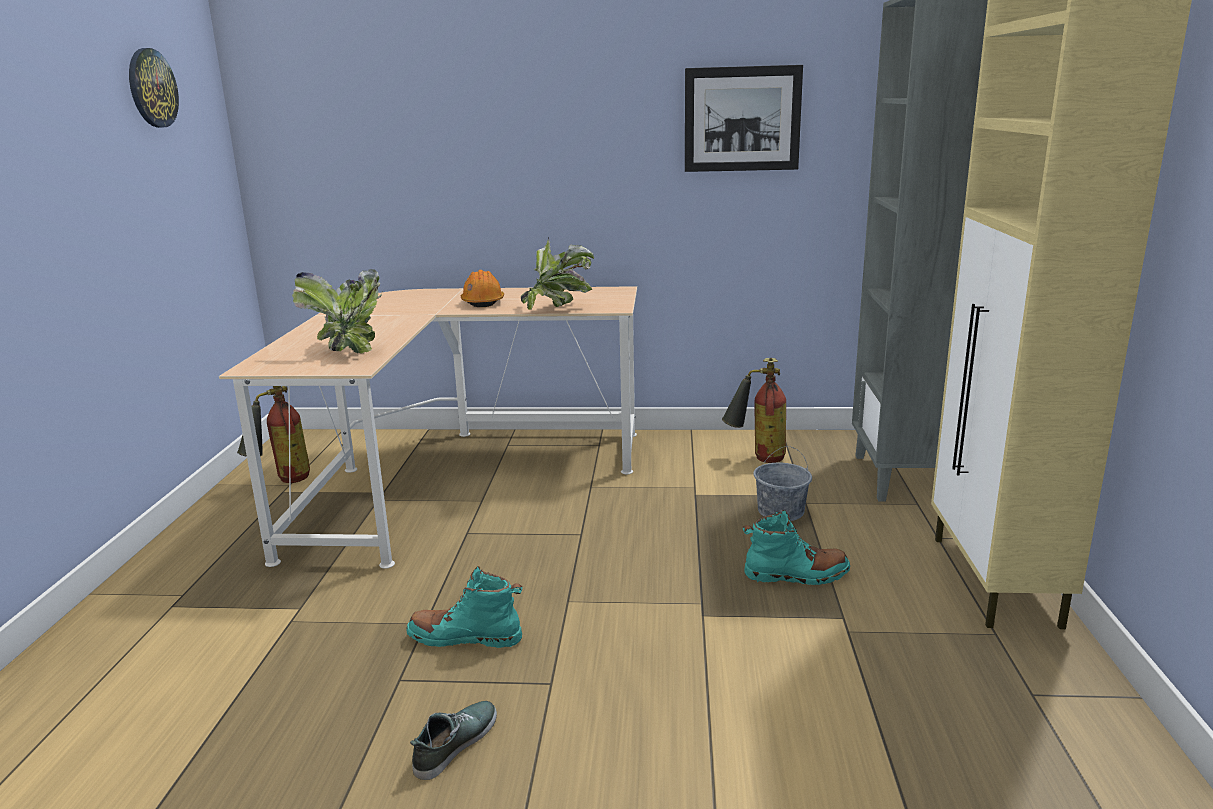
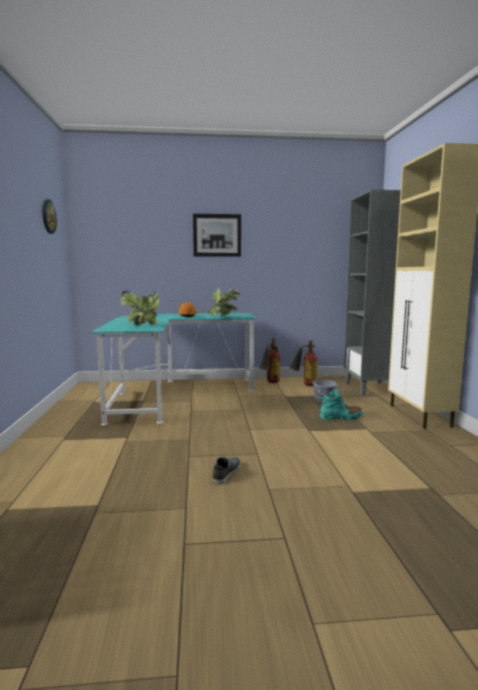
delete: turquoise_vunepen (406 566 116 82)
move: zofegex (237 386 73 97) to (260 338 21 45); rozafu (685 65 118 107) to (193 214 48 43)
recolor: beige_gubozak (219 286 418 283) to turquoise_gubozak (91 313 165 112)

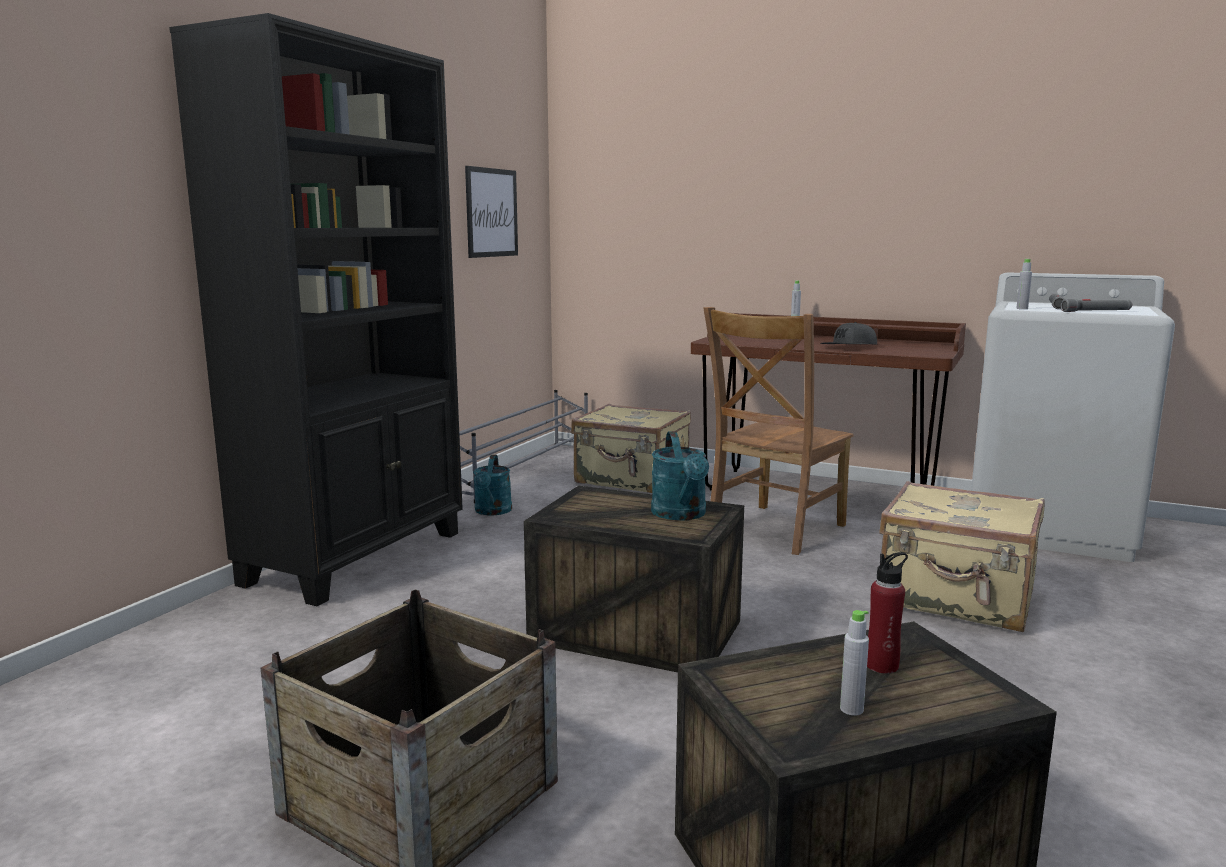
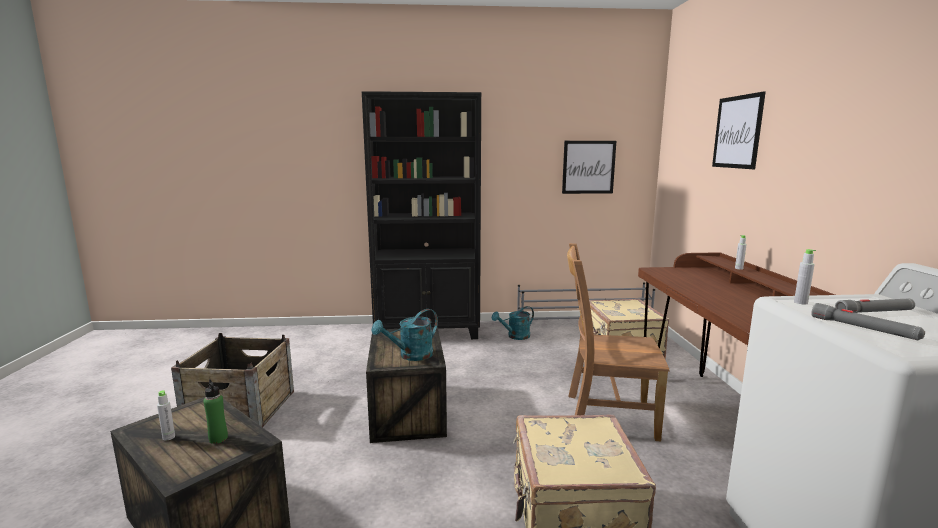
delete: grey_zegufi (820 322 57 23)
insert: rozafu (712 92 54 77)
recolor: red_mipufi (867 552 41 122) to green_mipufi (203 379 25 65)

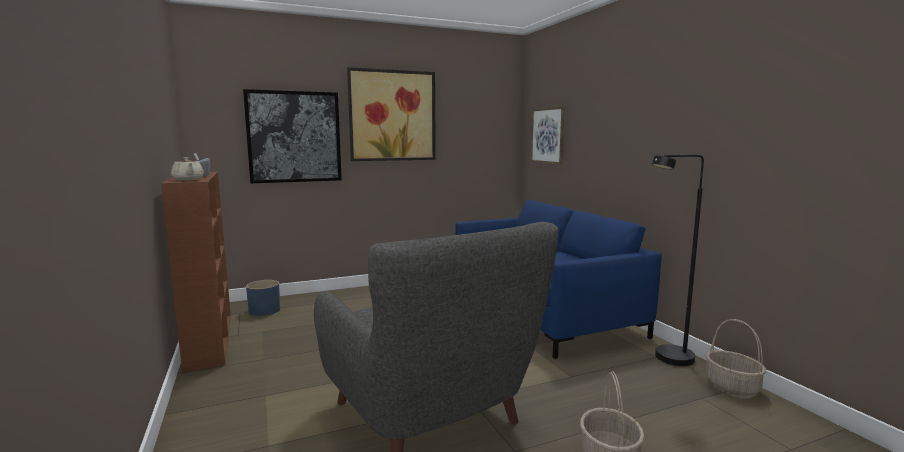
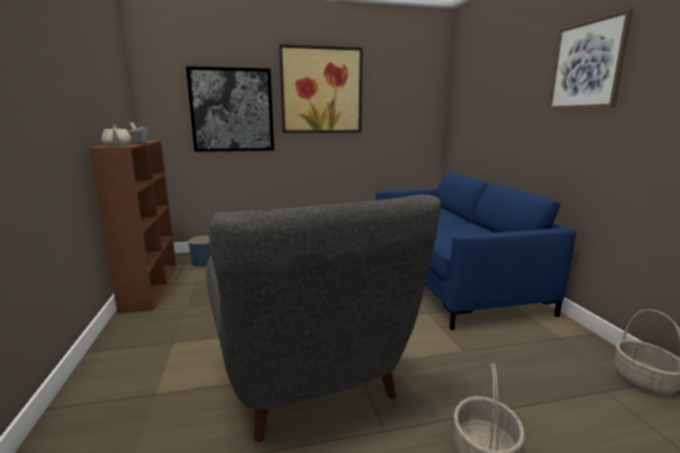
delete: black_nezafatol (651 155 53 211)
move: rozafu (530 106 35 58) to (548 9 85 100)

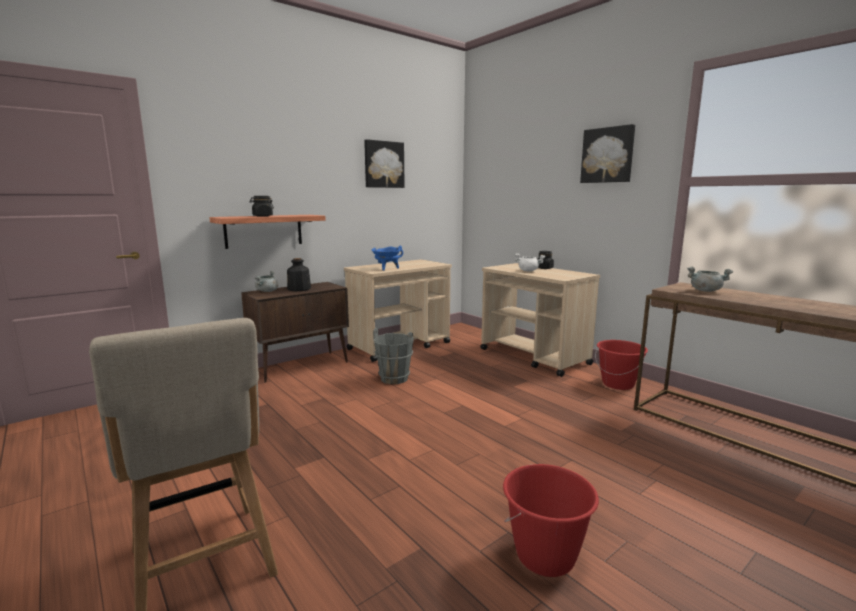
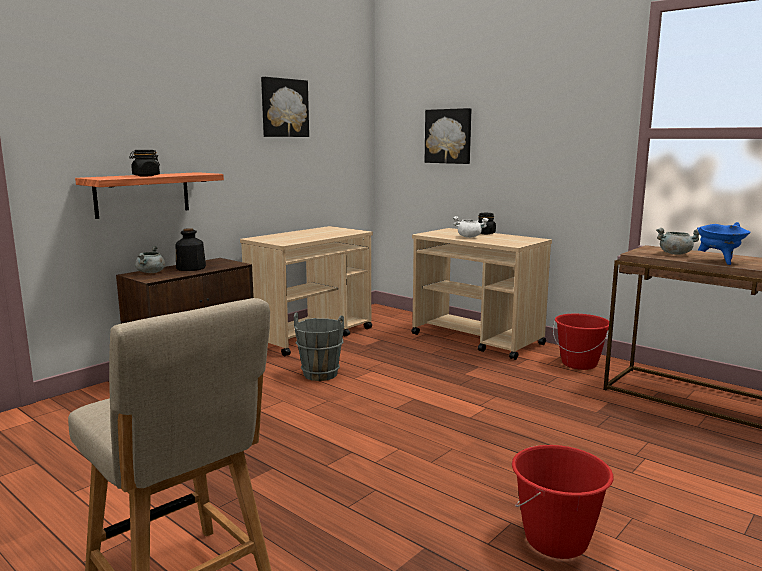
move: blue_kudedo (372 246 31 25) to (697 222 53 43); rozafu (580 124 55 59) to (425 108 47 56)

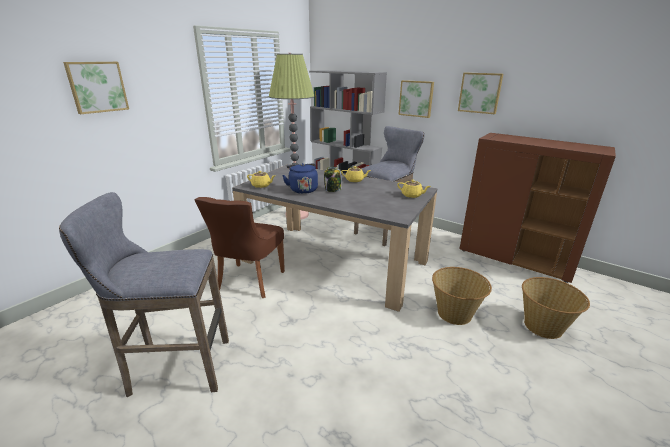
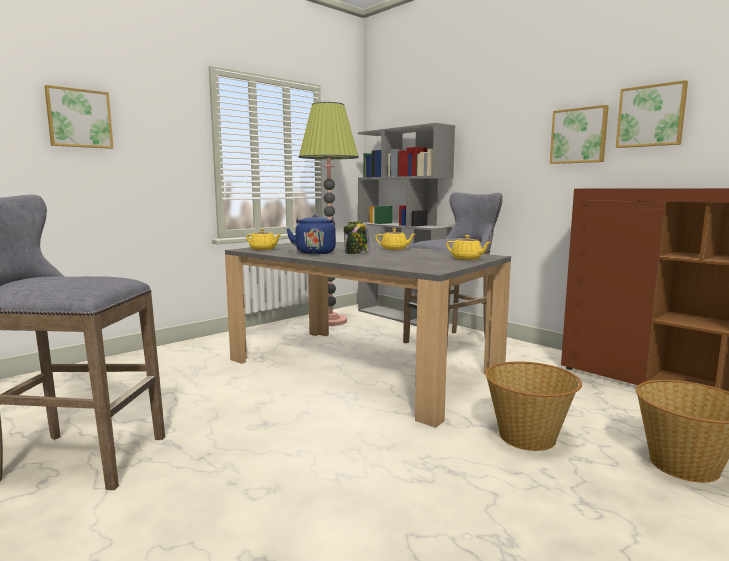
delete: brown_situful (195 197 90 101)
move: rozafu (398 80 36 38) to (616 80 72 68)

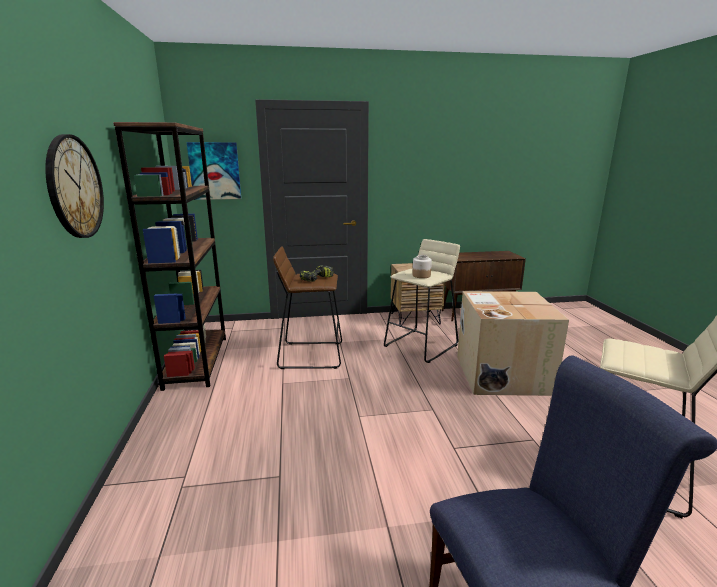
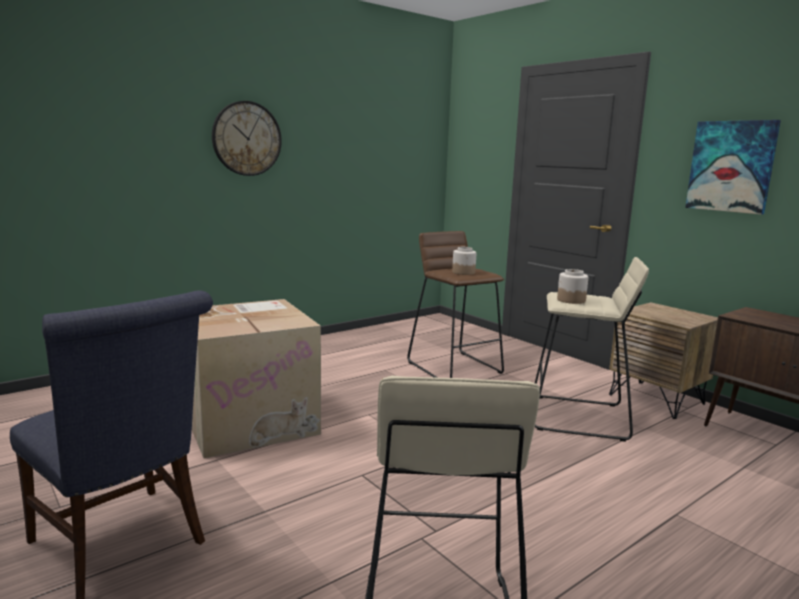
delete: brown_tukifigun (113 122 113 269)
move: rozafu (187 142 54 58) to (685 120 96 95); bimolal (457 291 112 105) to (192 299 129 159)
replace: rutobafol (300 265 33 17) to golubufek (452 247 24 28)

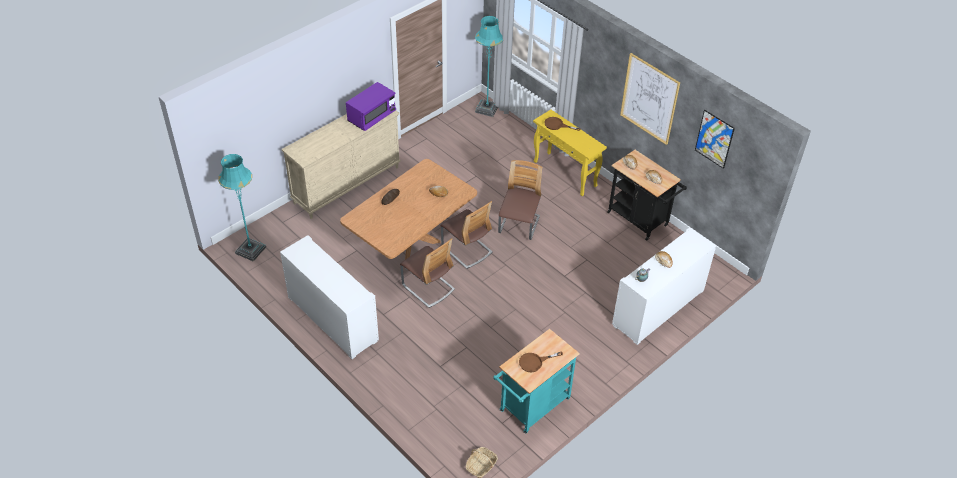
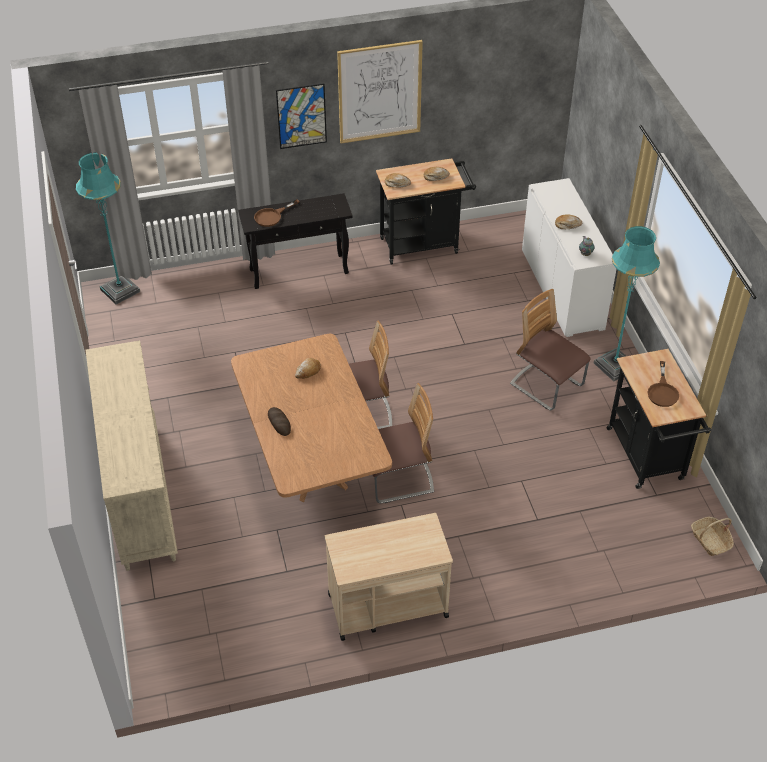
delete: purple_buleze (346 82 50 49)
move: turquoise_nezafatol (218 154 48 108) to (594 226 66 155); situful (498 160 44 80) to (510 289 81 121); rozafu (695 110 40 59) to (276 83 51 66)
replace: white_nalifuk (280 235 99 124) to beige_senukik (325 513 128 128)
recolor: turquoise_senukik (493 329 87 104) to black_senukik (606 349 105 140); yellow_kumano (533 110 74 86) to black_kumano (238 193 115 96)

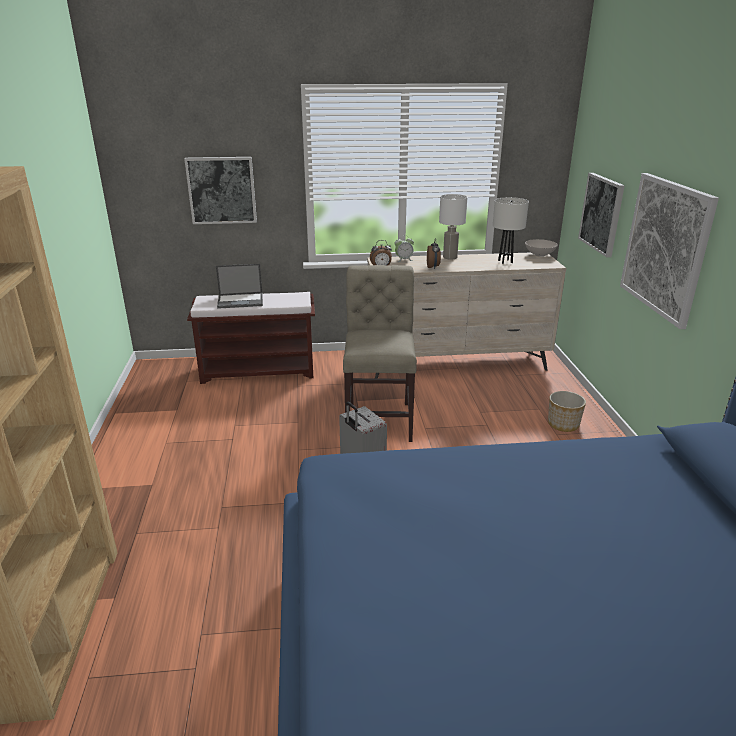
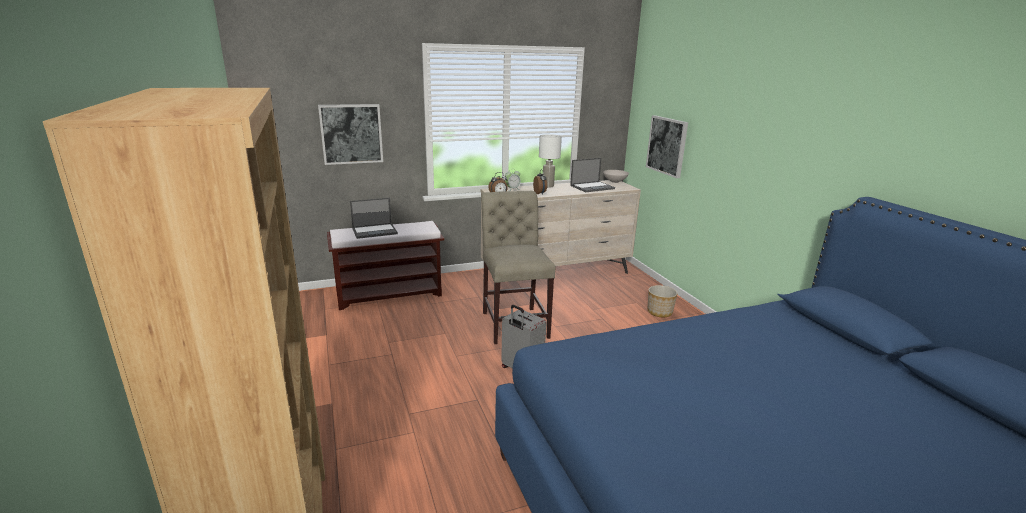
delete: rozafu (620 173 99 156)
replace: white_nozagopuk (493 197 36 67) to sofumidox (570 158 45 34)

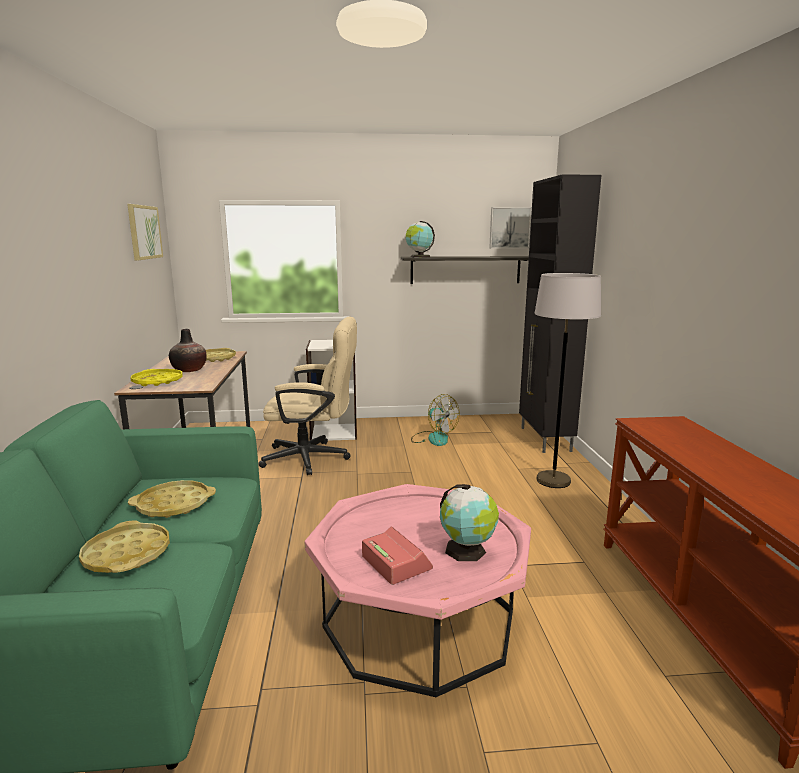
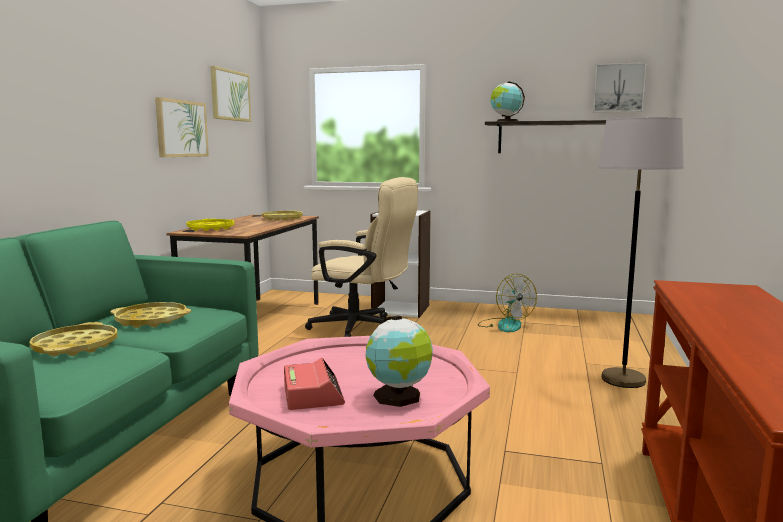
delete: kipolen (169 329 38 43); black_nalifuk (519 174 83 279)
insert: rozafu (155 97 54 60)

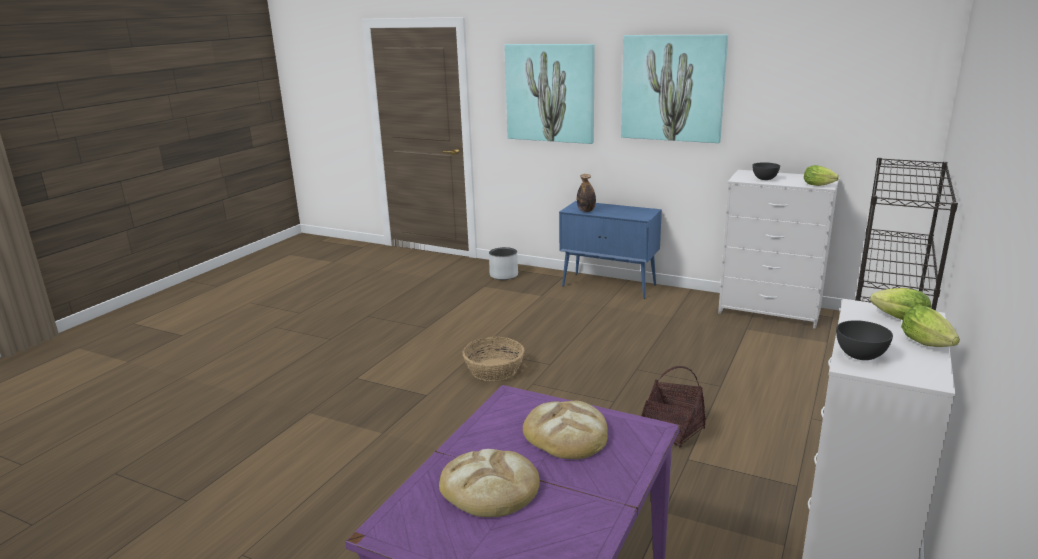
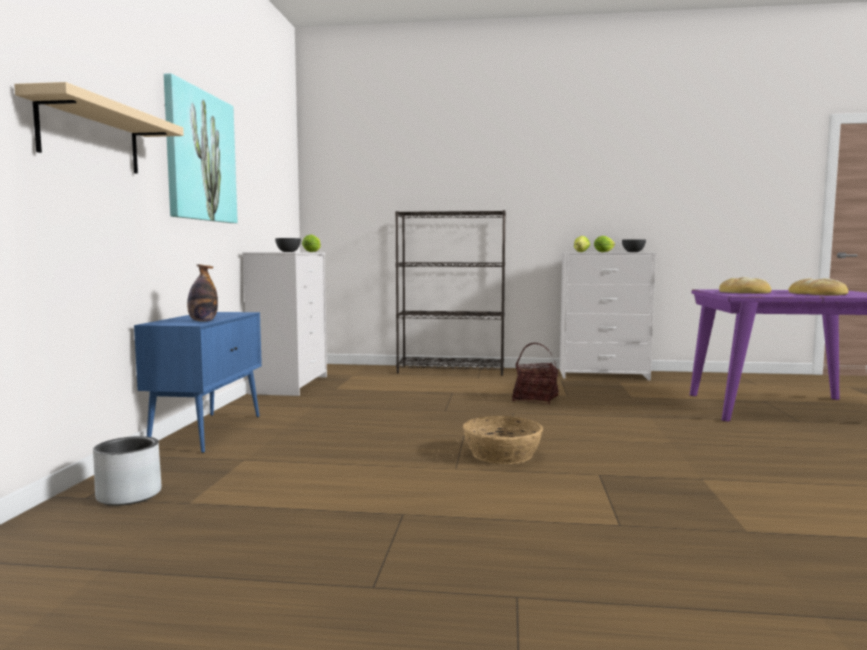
replace: rozafu (504 44 91 100) to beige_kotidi (14 82 170 92)

